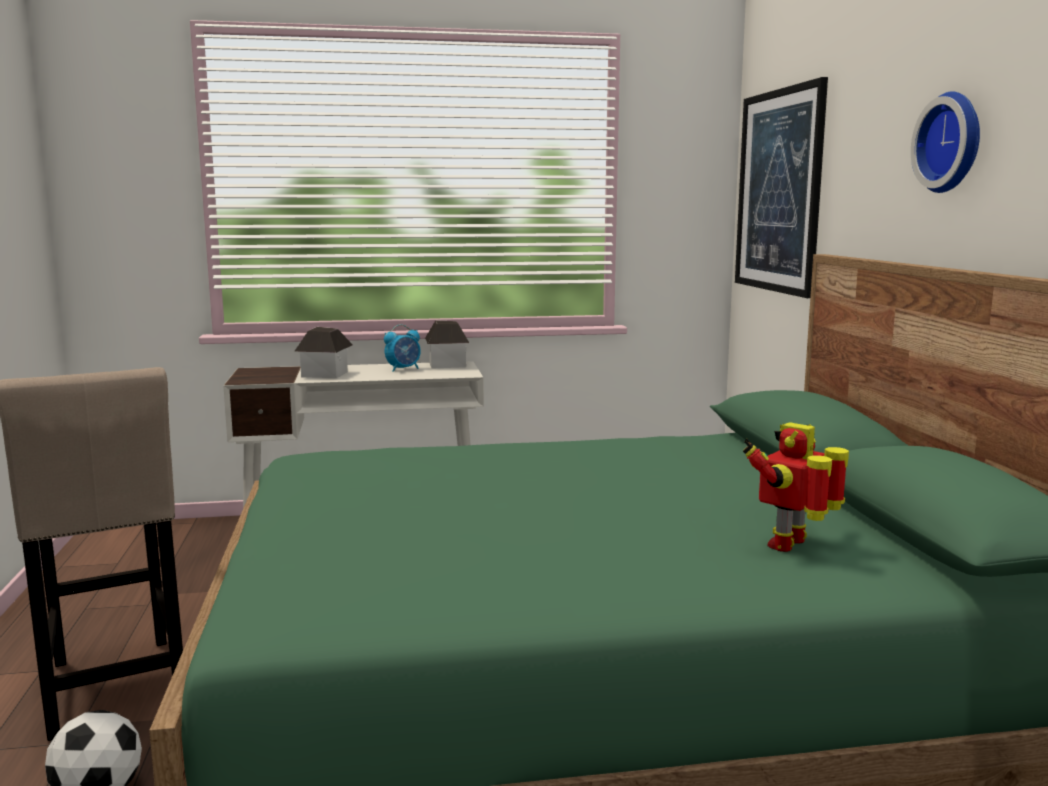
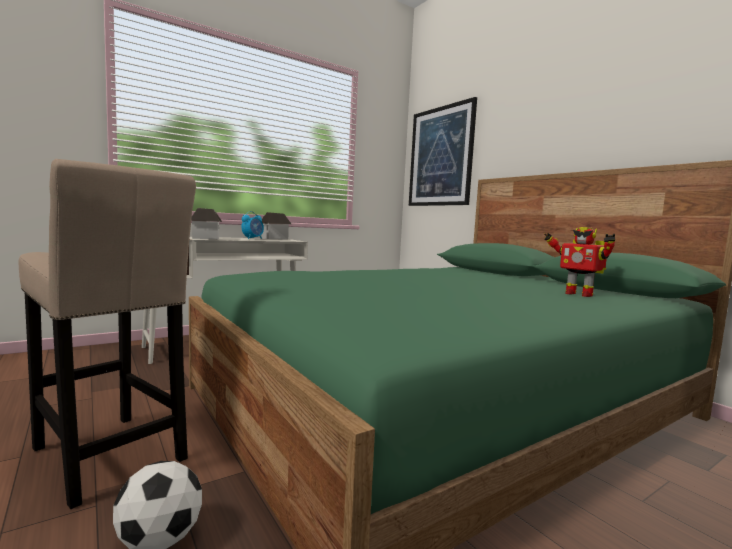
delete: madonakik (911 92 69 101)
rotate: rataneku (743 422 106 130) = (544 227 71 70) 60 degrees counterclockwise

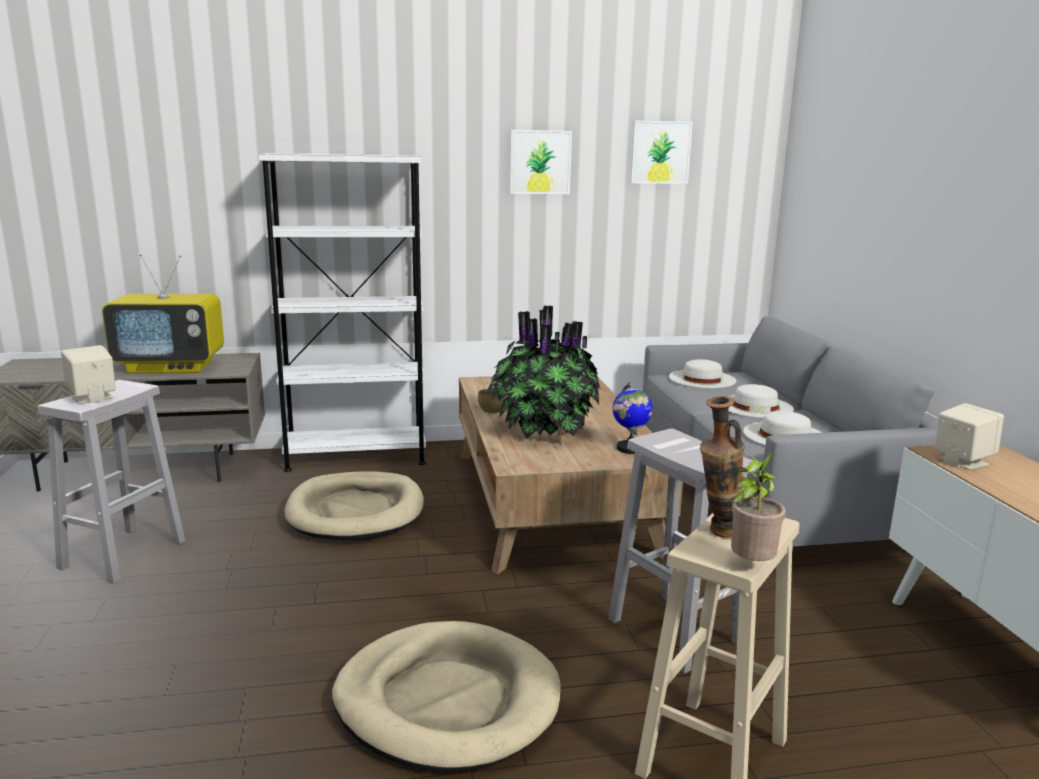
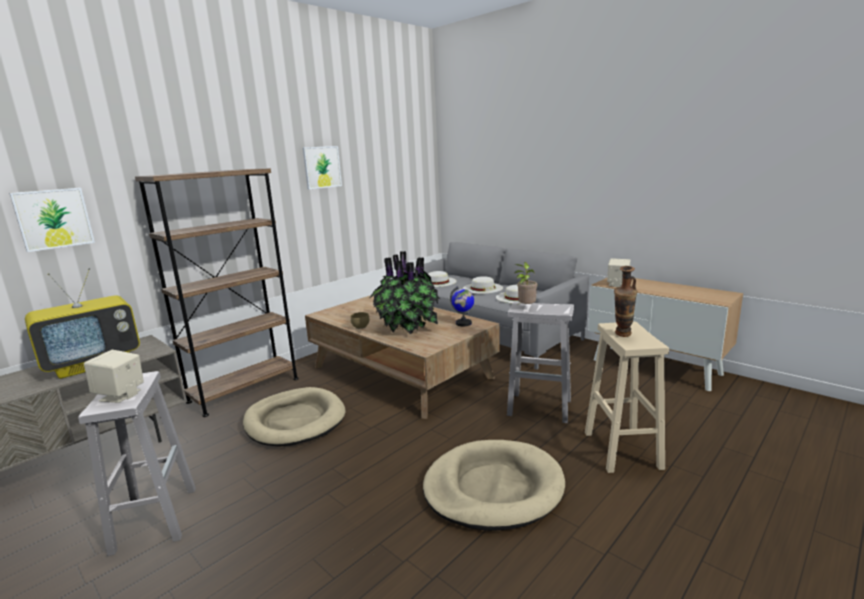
move: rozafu (630 120 63 64) to (9 188 86 64); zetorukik (731 449 55 112) to (515 262 22 43)
recolor: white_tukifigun (259 153 167 319) to brown_tukifigun (135 169 164 248)

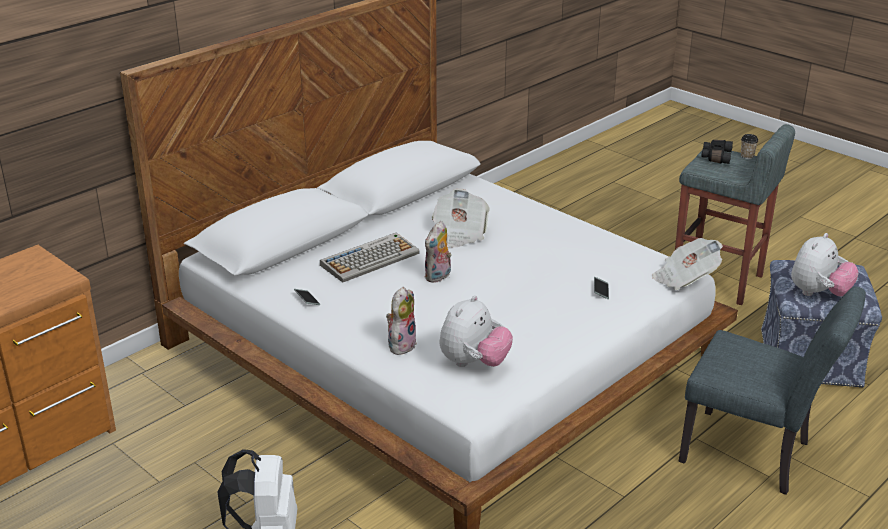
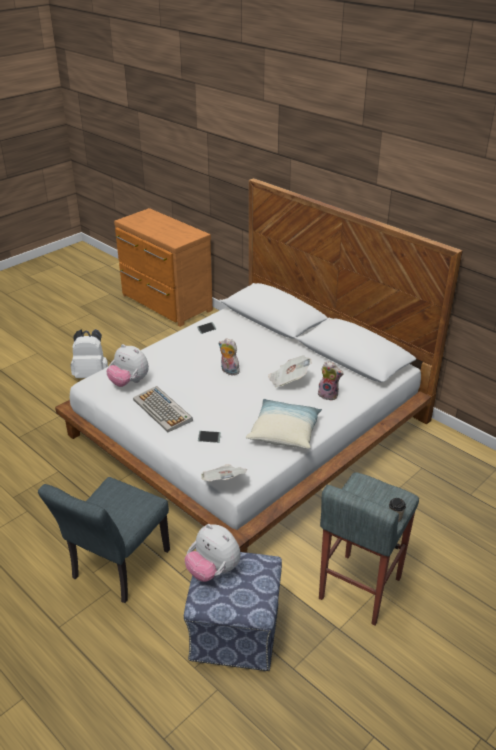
delete: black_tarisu (701 140 32 24)
insert: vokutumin (246 399 76 50)
move: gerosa (320 232 100 50) to (133 386 60 46); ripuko (386 287 31 68) to (318 361 26 40)

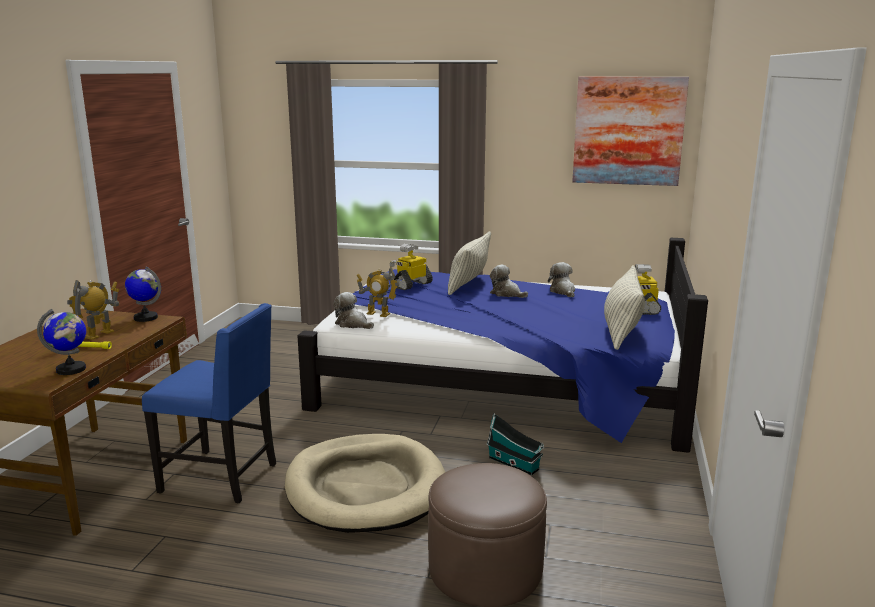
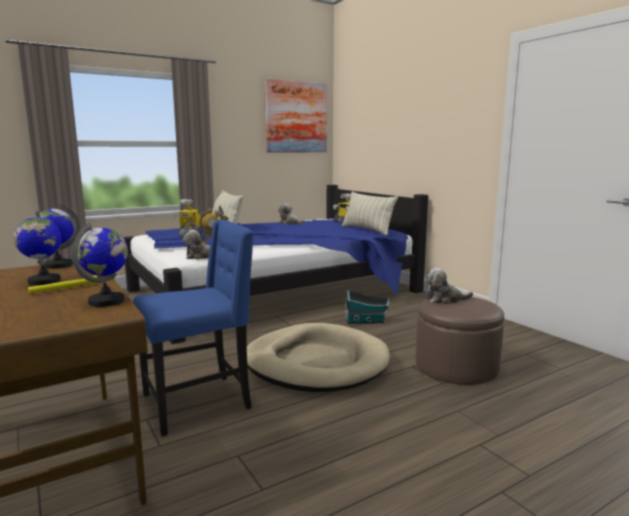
move: ripuko (490 264 38 34) to (425 268 48 36)
replace: rataneku (67 280 52 60) to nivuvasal (14 211 48 74)

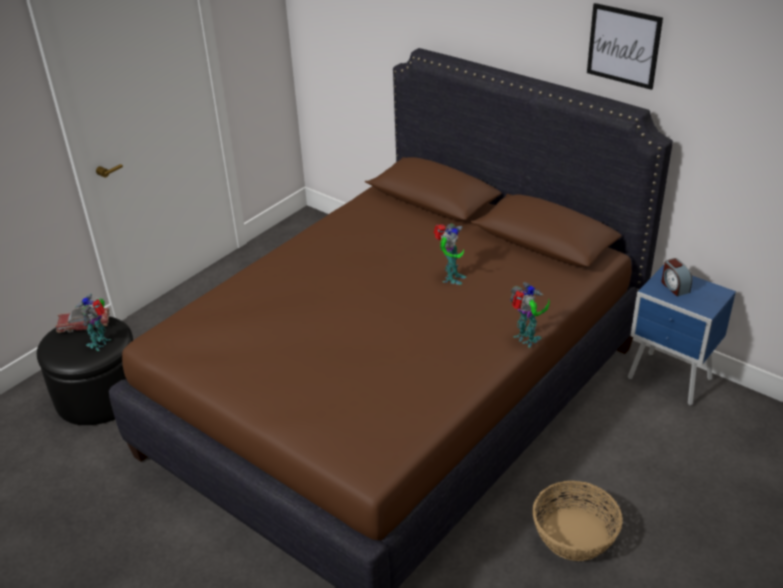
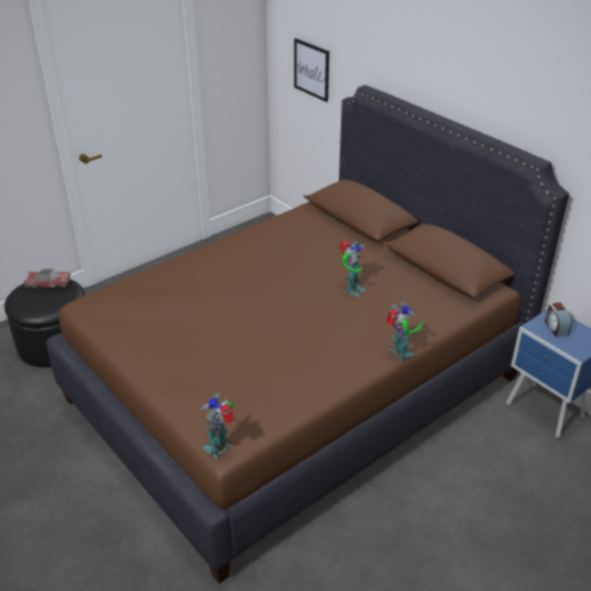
delete: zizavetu (532 481 91 80)
move: rataneku (75 294 36 57) to (200 393 34 66); rozafu (587 3 76 87) to (294 38 35 64)

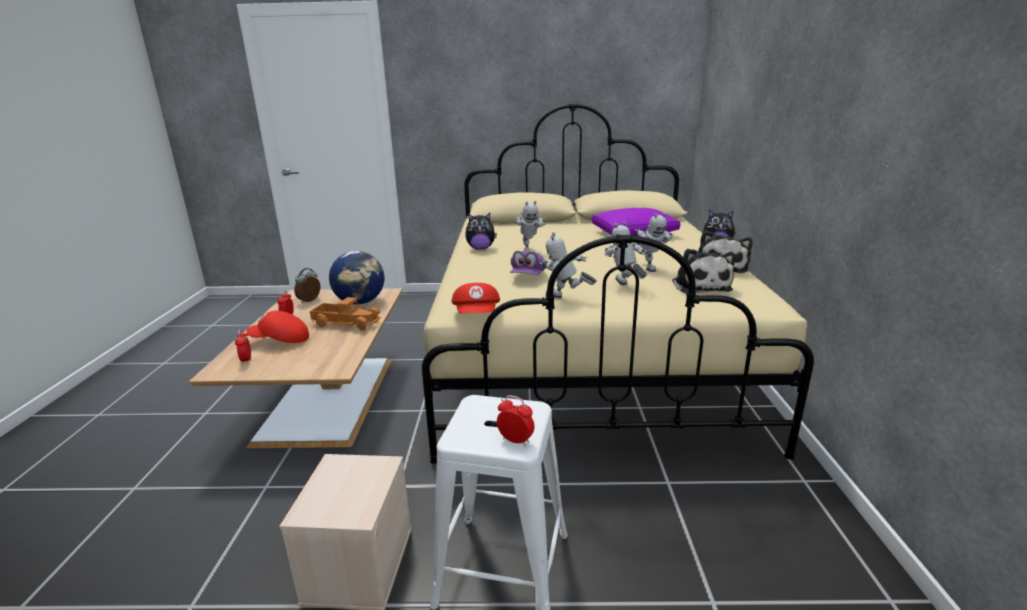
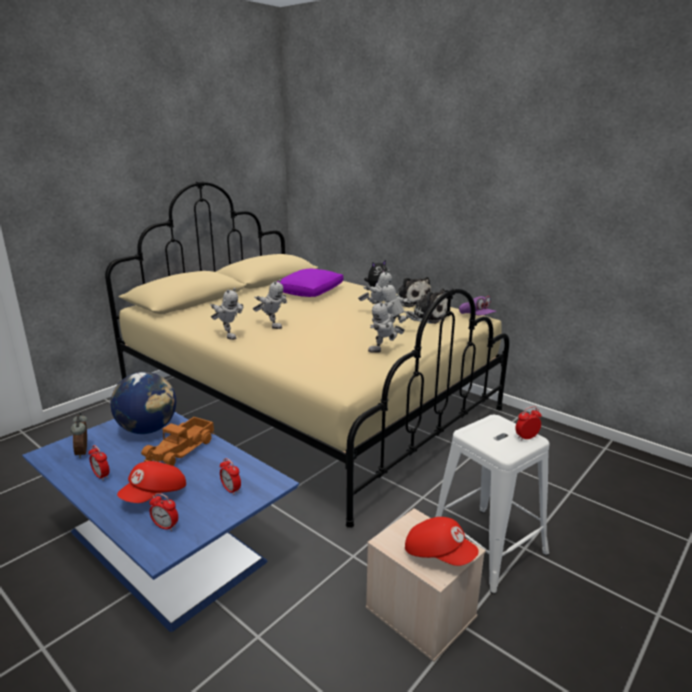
insert: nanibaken (220 458 21 37)
move: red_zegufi (451 283 49 31) to (405 517 74 49); purple_zegufi (510 251 35 24) to (459 296 38 20)
replace: ripuko (465 213 32 37) to rataneku (210 288 33 52)
recolor: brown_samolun (189 288 213 160) to blue_samolun (22 412 277 220)
rotate: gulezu (310 297 71 33) = (141 417 74 49) 150 degrees clockwise

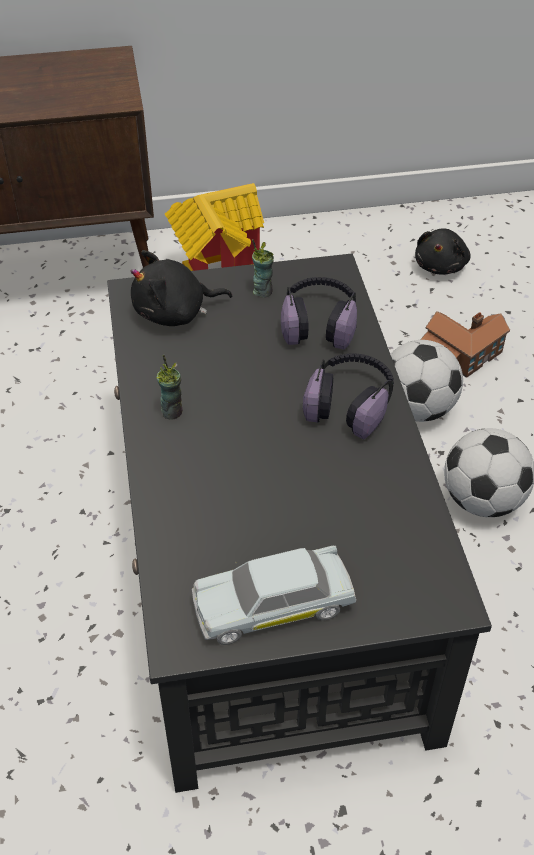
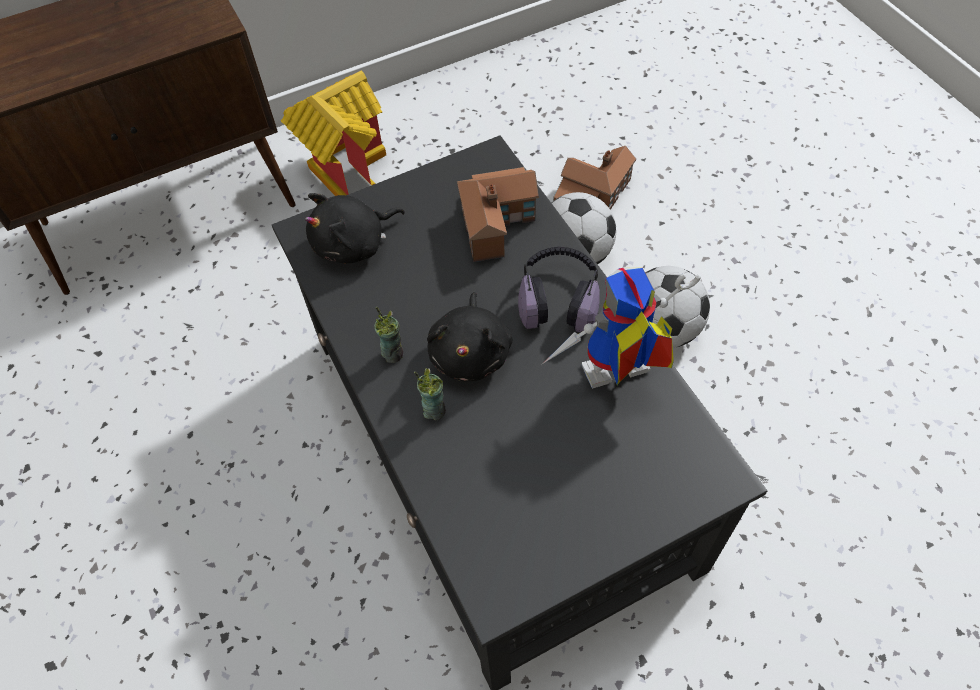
delete: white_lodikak (192 545 164 100)
insert: rataneku (544 268 157 121)
move: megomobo (252 239 22 59) to (414 368 32 52); black_ripuko (415 229 56 46) to (427 292 85 90)
replace: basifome (281 277 76 73) to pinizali (457 167 82 95)

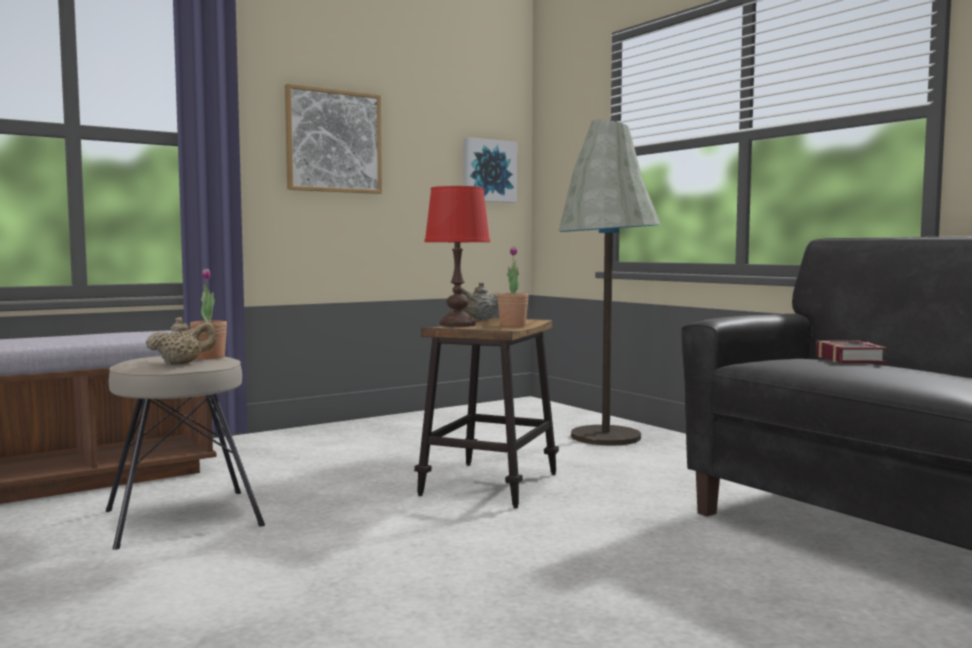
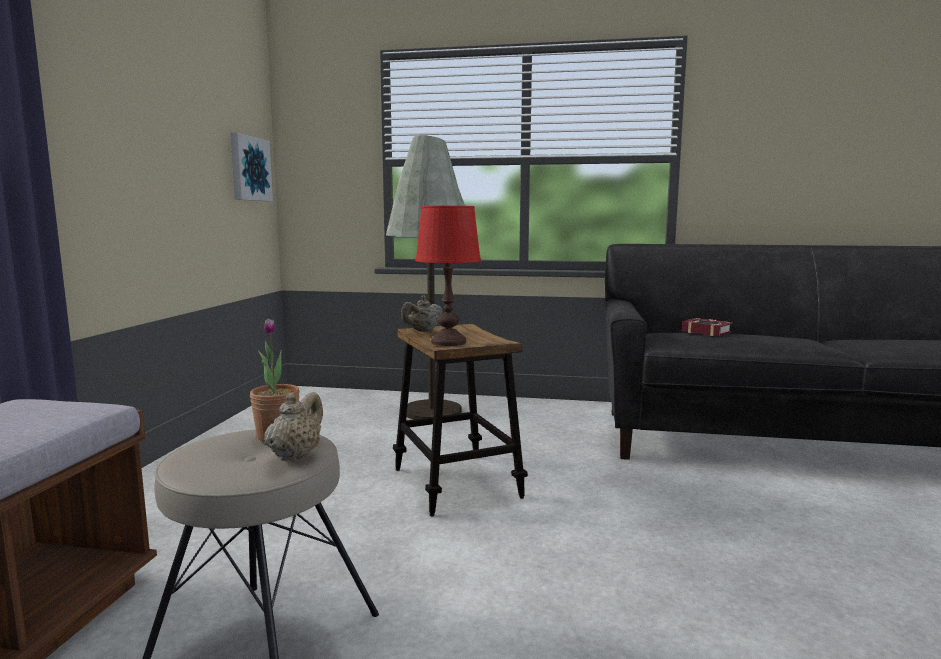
delete: rozafu (285 84 97 110); zetorukik (497 246 32 81)

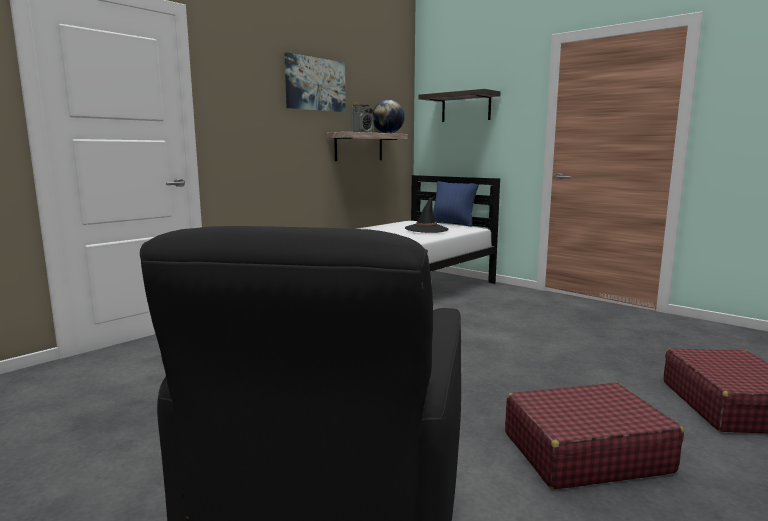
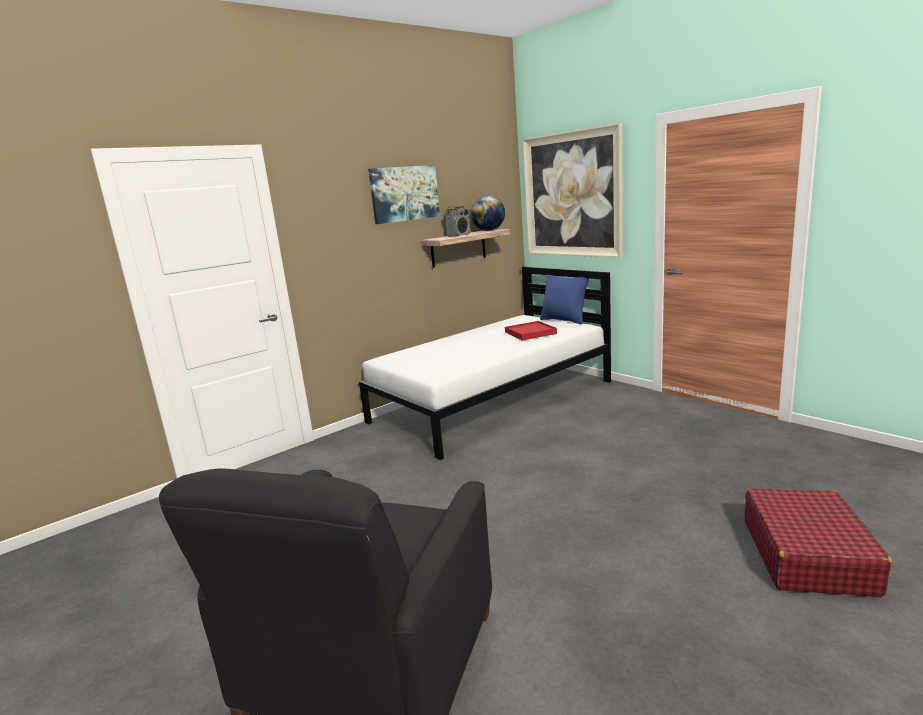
delete: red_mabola (505 382 179 107)
replace: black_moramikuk (405 196 43 37) to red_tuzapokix (505 321 52 19); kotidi (418 89 82 33) to rozafu (522 123 101 135)

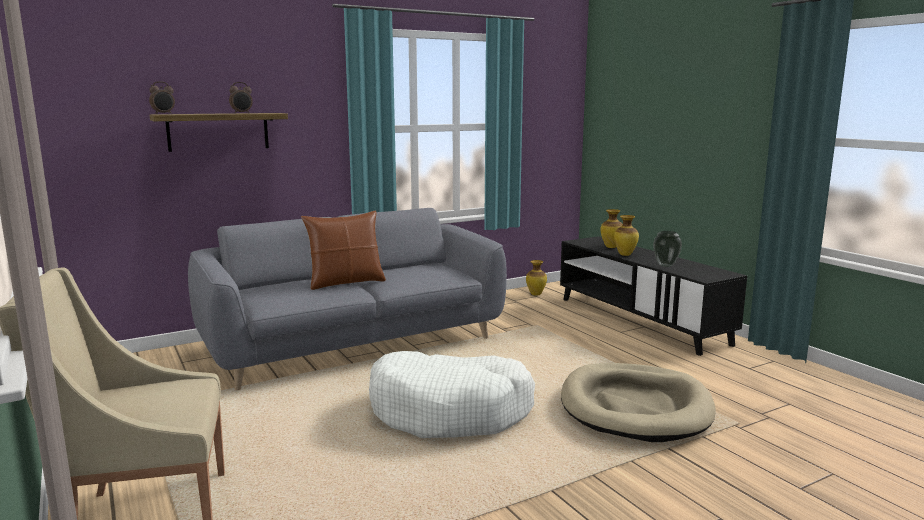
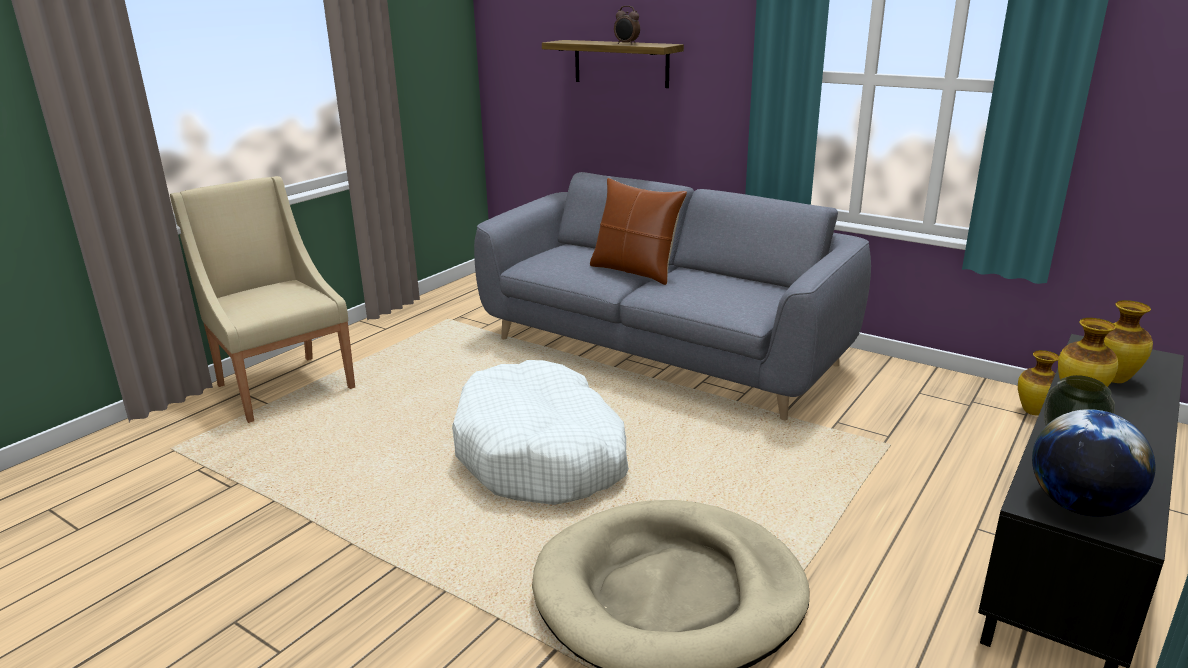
delete: nanibaken (149 82 26 32)
insert: nivuvasal (1032 409 124 108)

